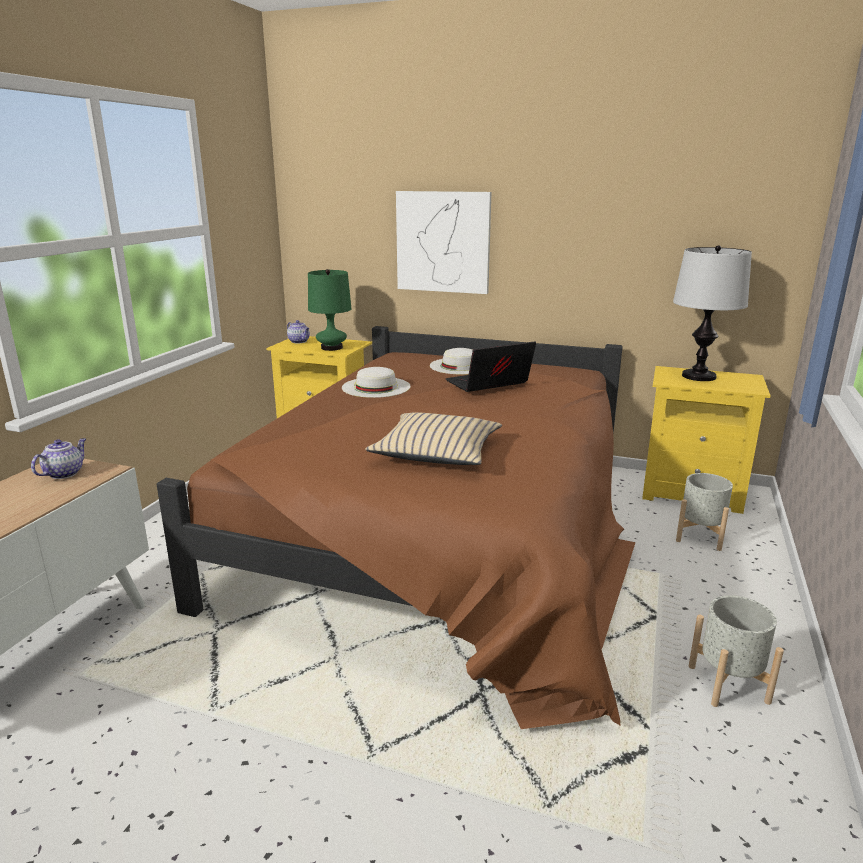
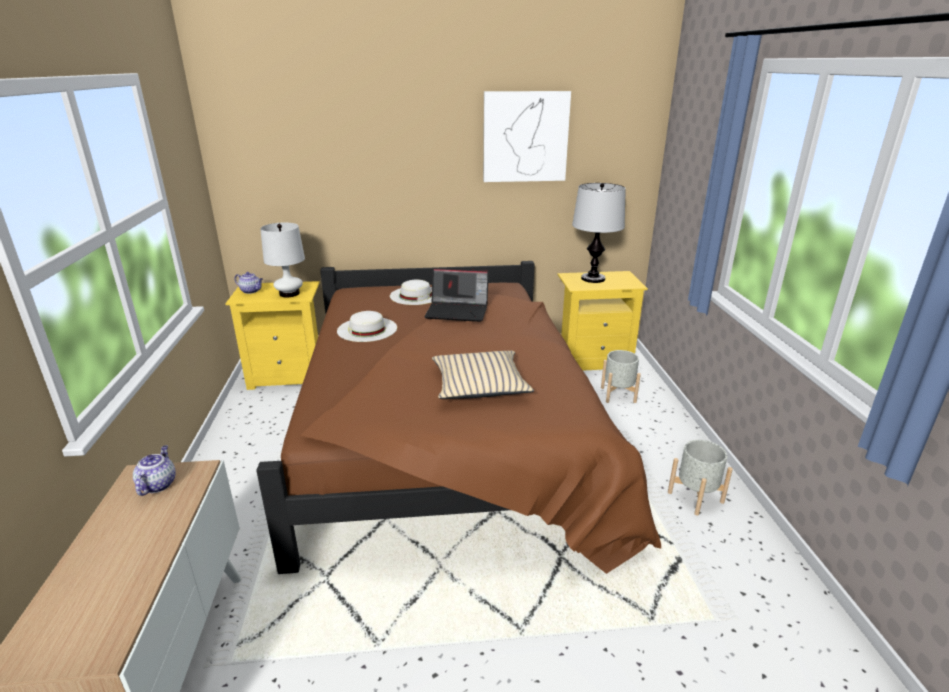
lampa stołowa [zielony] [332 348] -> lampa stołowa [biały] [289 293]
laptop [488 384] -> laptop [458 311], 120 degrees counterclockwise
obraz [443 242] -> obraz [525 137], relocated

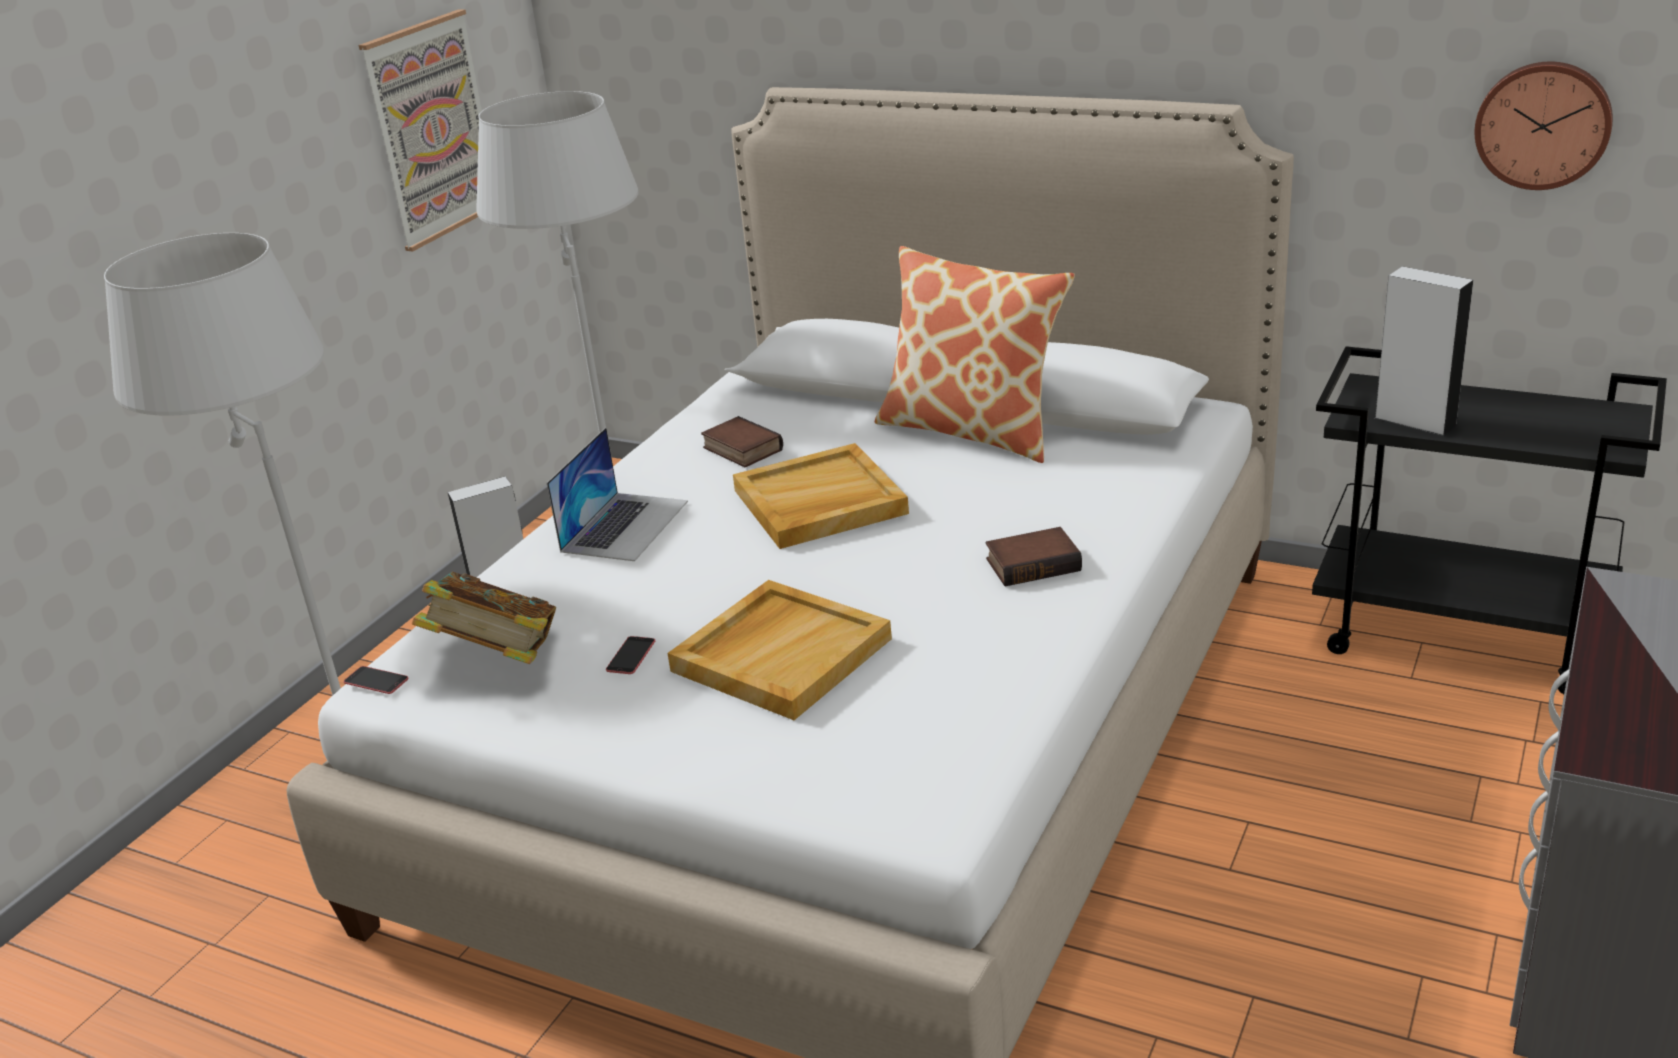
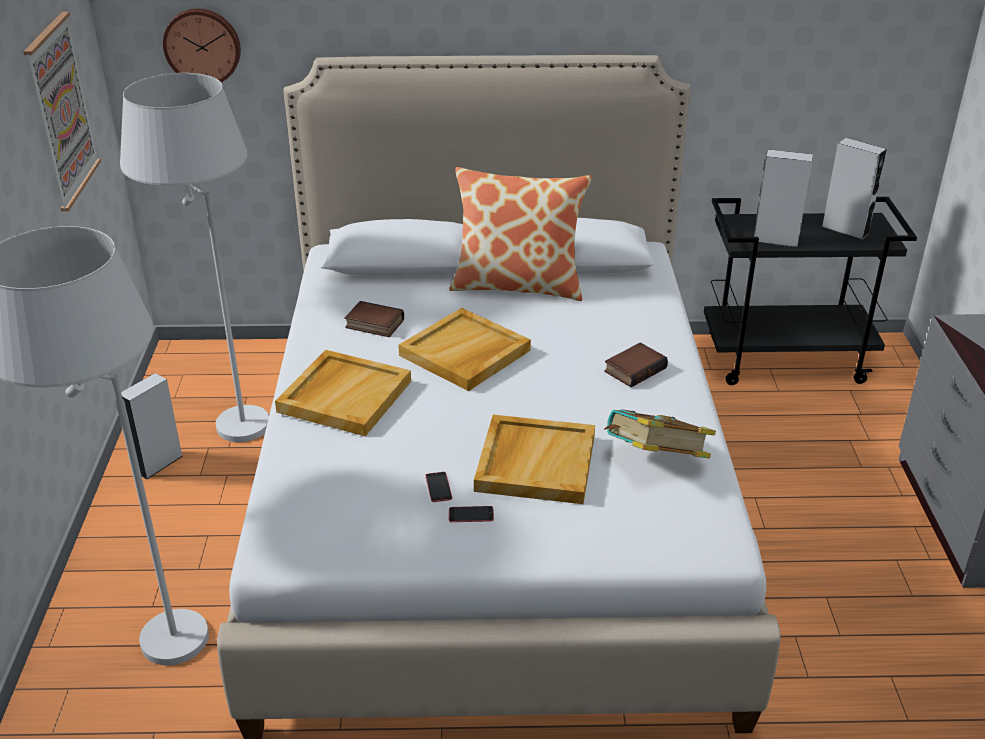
zegar ścienny [1543 124] -> zegar ścienny [202 46], relocated
laptop [625 526] -> taca [beżowy] [344 396]
telefon [376 681] -> telefon [471 514], relocated
książka [496 659] -> książka [655 462], relocated
none -> głośnik [szary] [845 230]

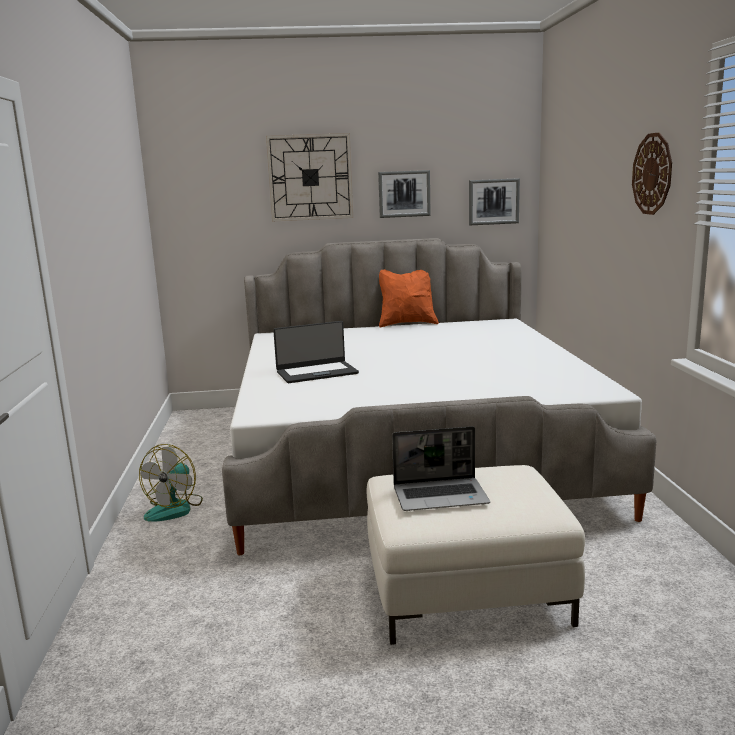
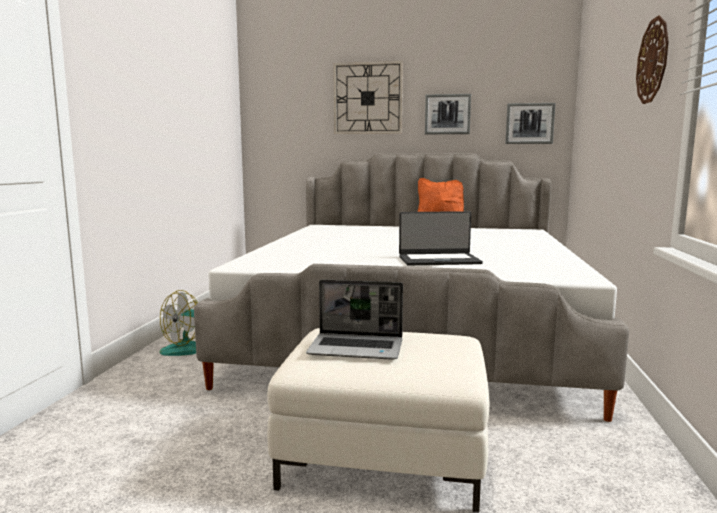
laptop [316 372] -> laptop [439 260], relocated

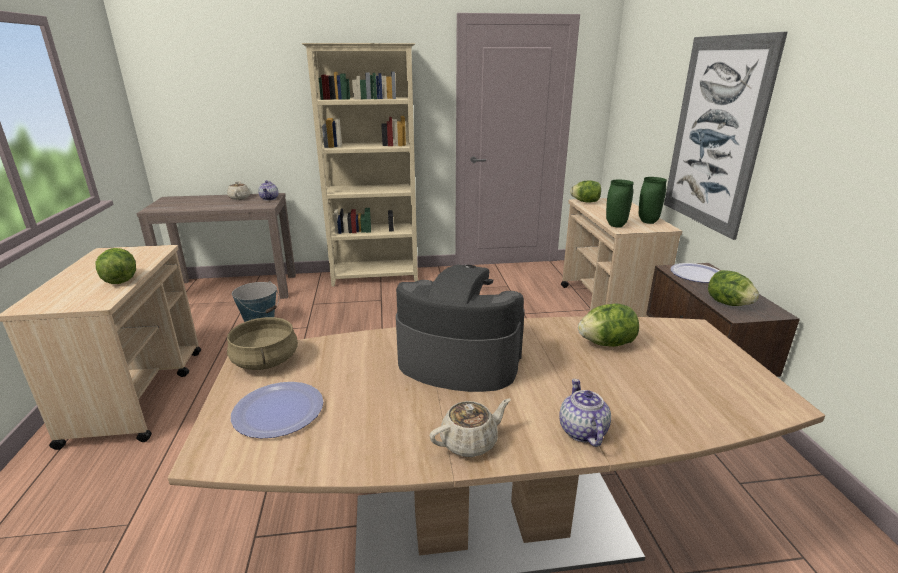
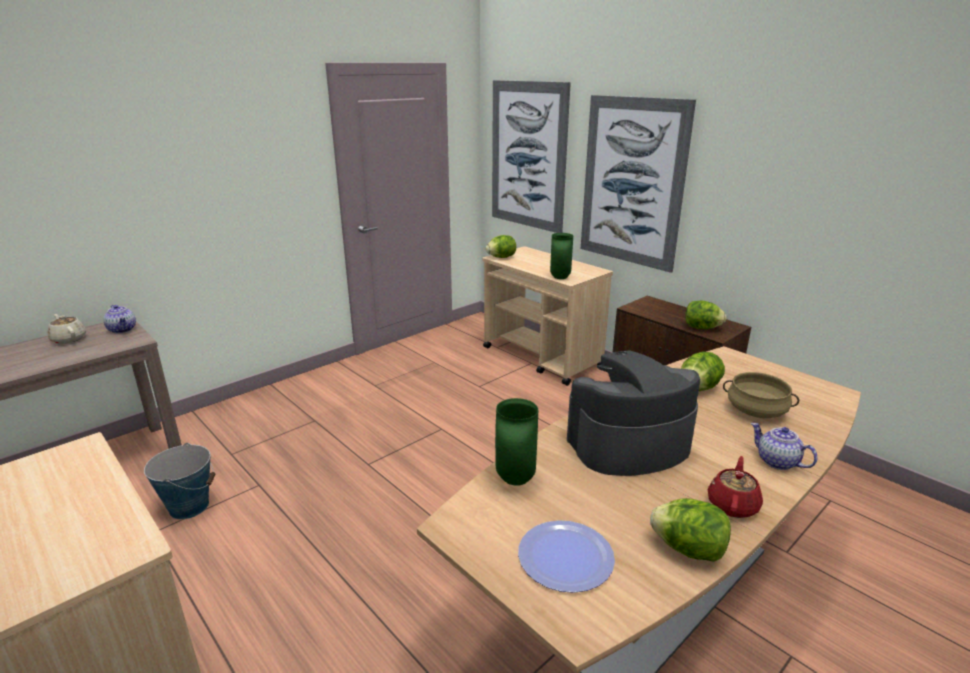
none -> obraz [528 156]
wazon [zielony] [647 222] -> wazon [zielony] [514 479], relocated
sałata [120 280] -> sałata [688 549], relocated
imbryk [beżowy] [470 442] -> imbryk [czerwony] [732 505]
garnek [beżowy] [265 361] -> garnek [beżowy] [756 411], relocated
regał [beżowy] [376 277] -> none
talerz [696 274] -> none

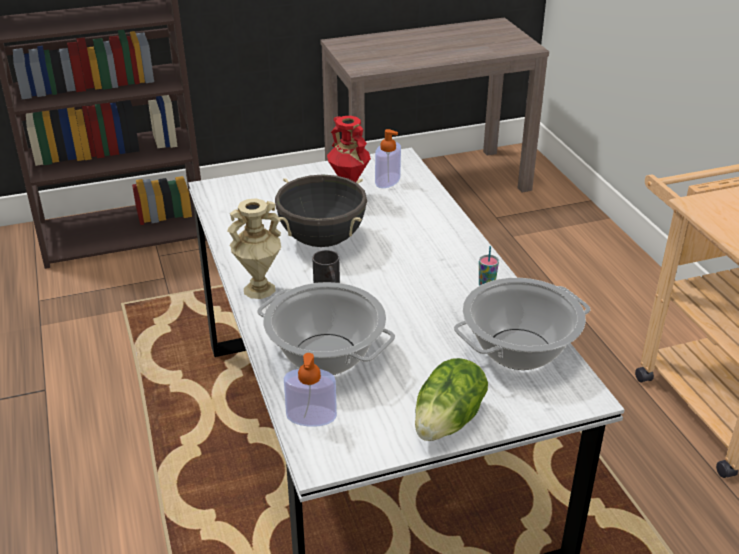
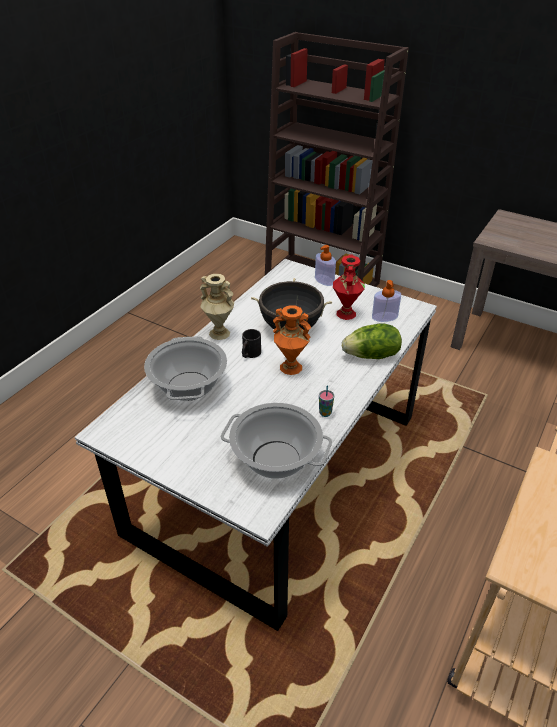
none -> wazon [pomarańczowy] [290 367]
dozownik mydła [311 416] -> dozownik mydła [324 280], relocated
sałata [449 421] -> sałata [372 356], relocated

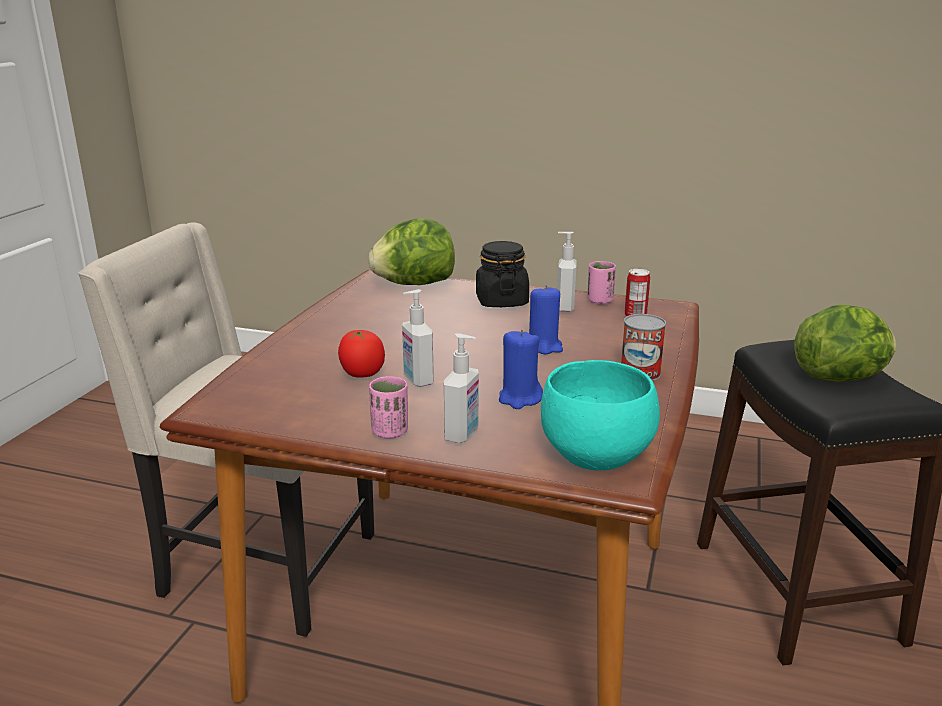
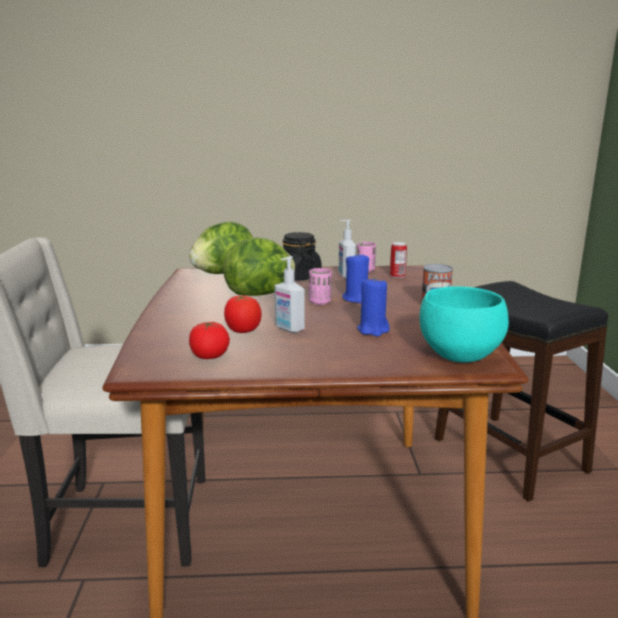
none -> pomidor [209 356]
sałata [840 378] -> sałata [261 294], relocated
filiżanka [różowy] [390 432] -> filiżanka [różowy] [320 302], relocated
dozownik mydła [462 434] -> none

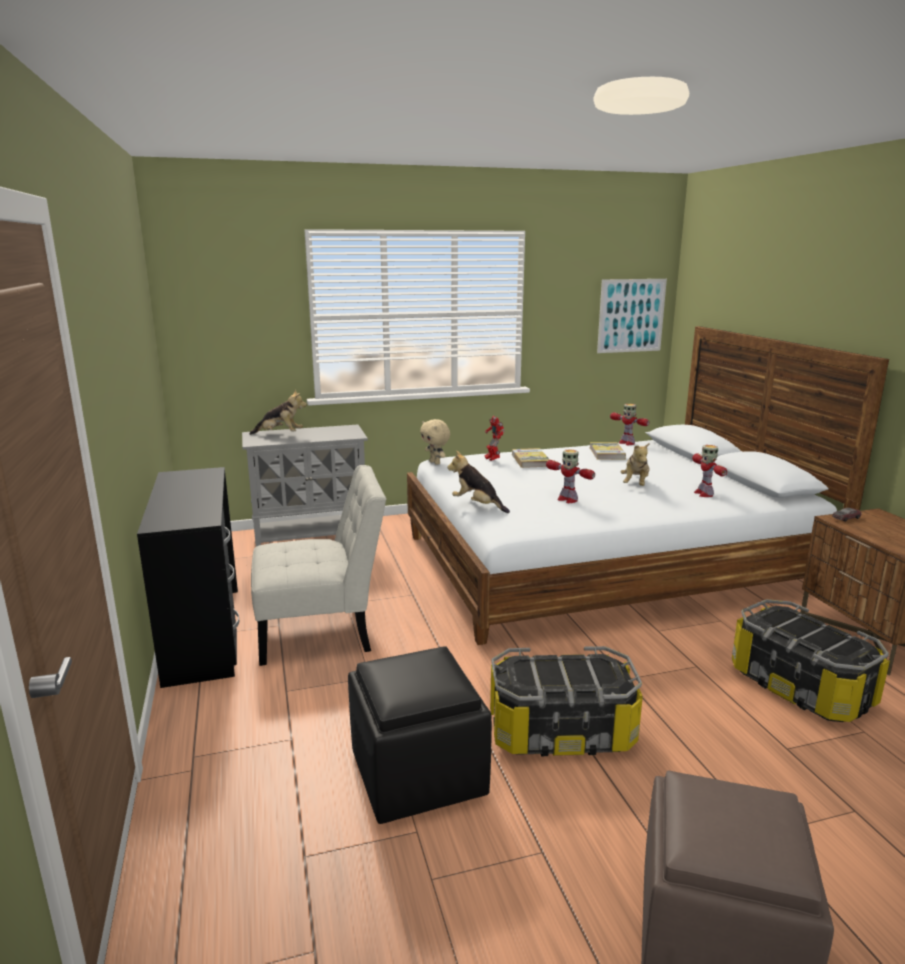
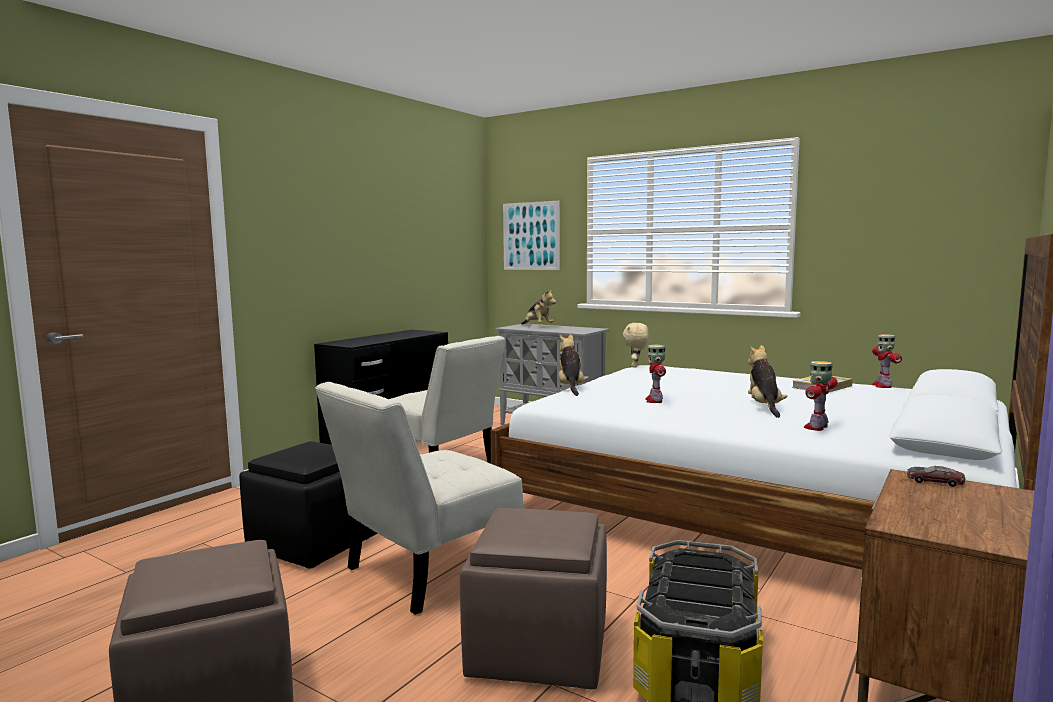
pojemnik do przechowywania [561 733] -> krzesło [biały] [425 572]
none -> pufa [brązowy] [537 650]
obraz [631 315] -> obraz [531 236], relocated
pluszak [635 484] -> pluszak [764 407], 120 degrees clockwise
robot zabawkowy [492 460] -> none
książka [530 460] -> none

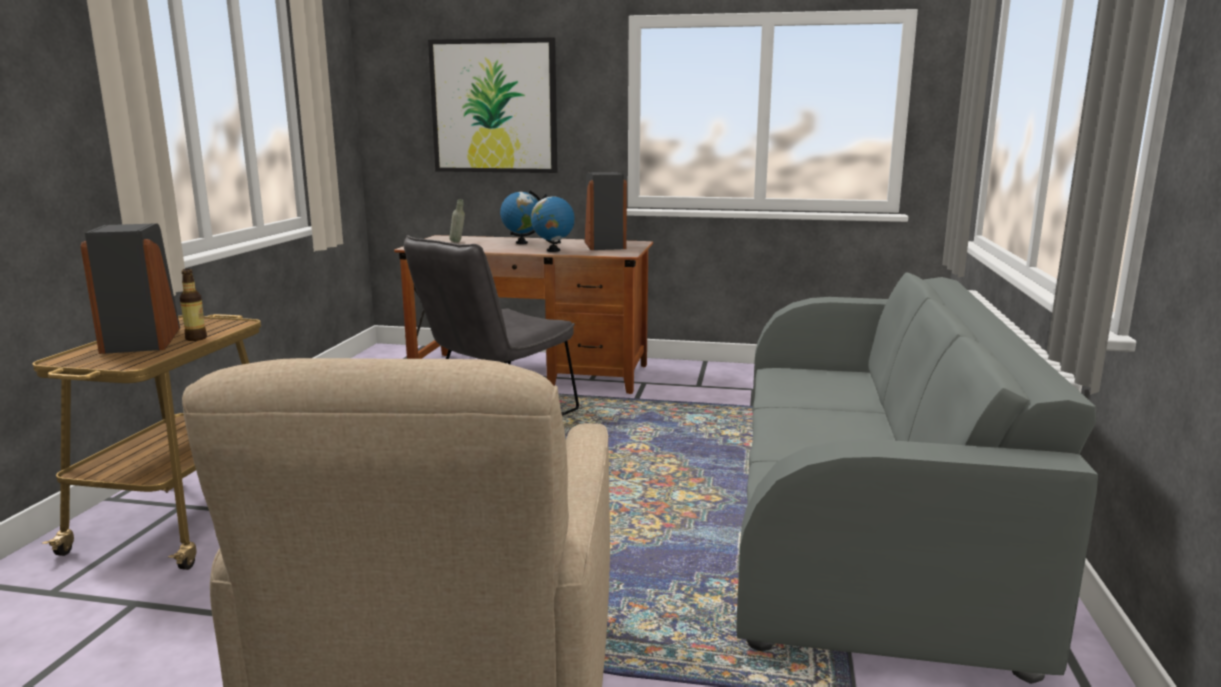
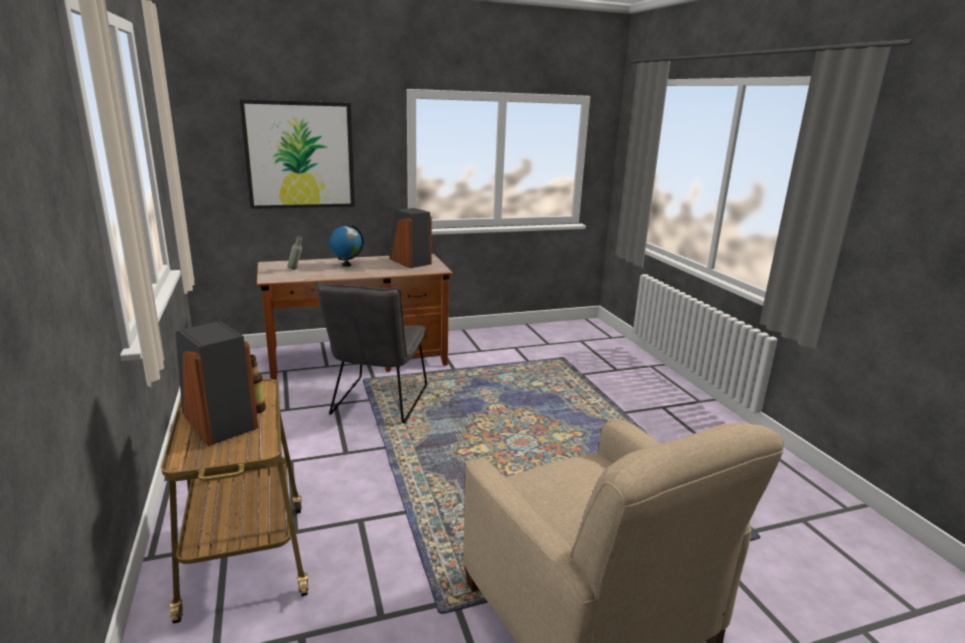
globus [553 250] -> none
kanapa [szary] [862 512] -> none

